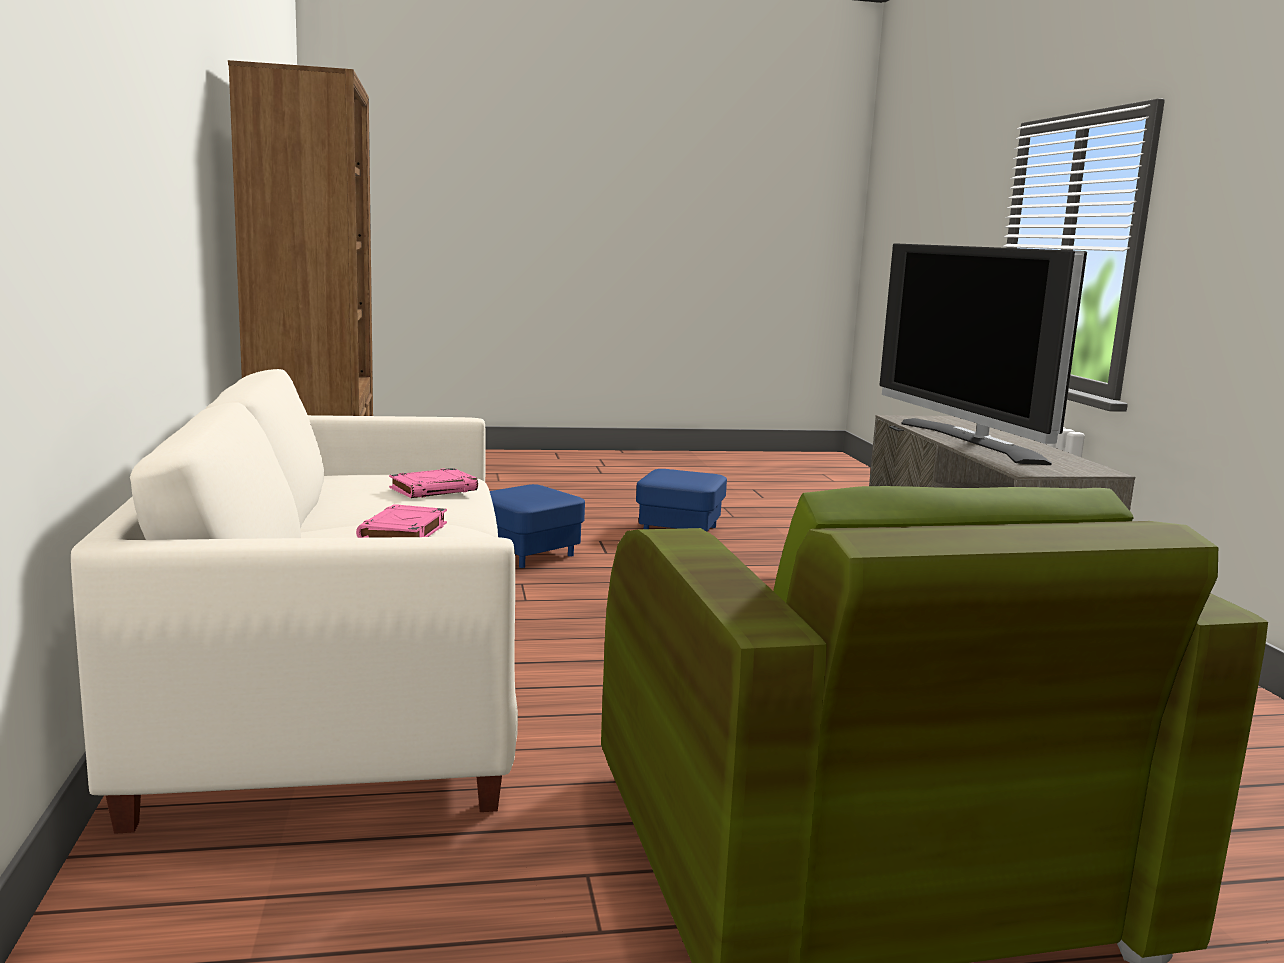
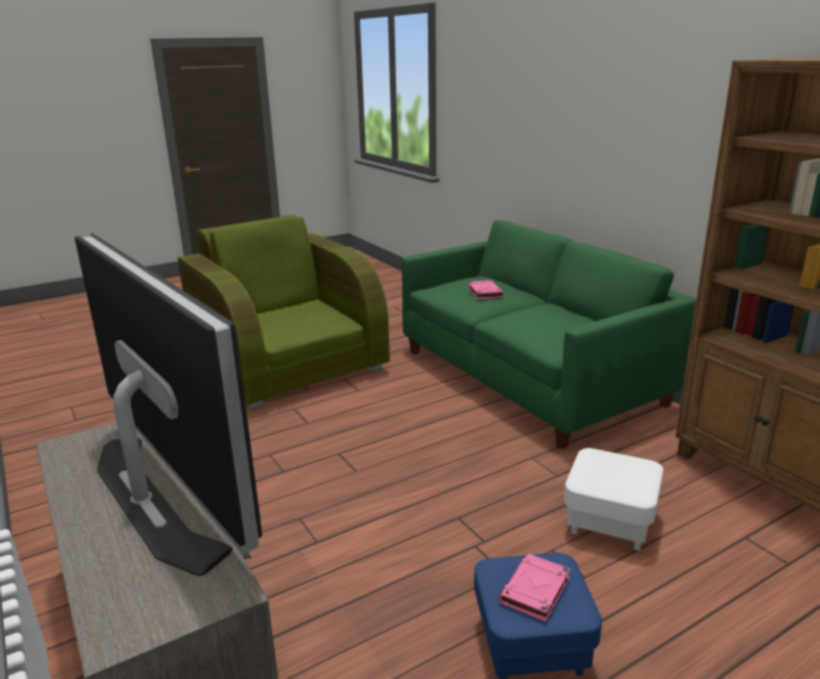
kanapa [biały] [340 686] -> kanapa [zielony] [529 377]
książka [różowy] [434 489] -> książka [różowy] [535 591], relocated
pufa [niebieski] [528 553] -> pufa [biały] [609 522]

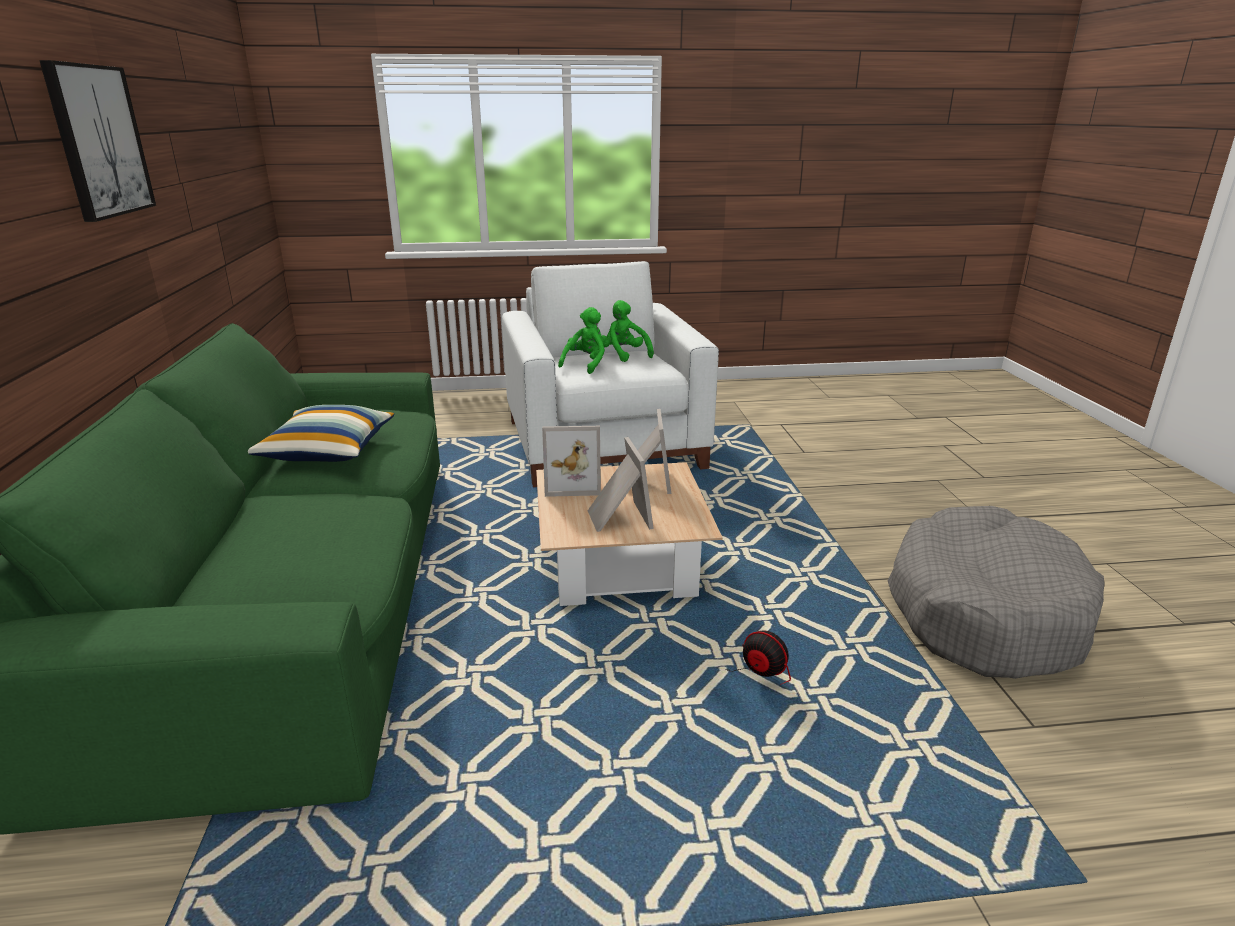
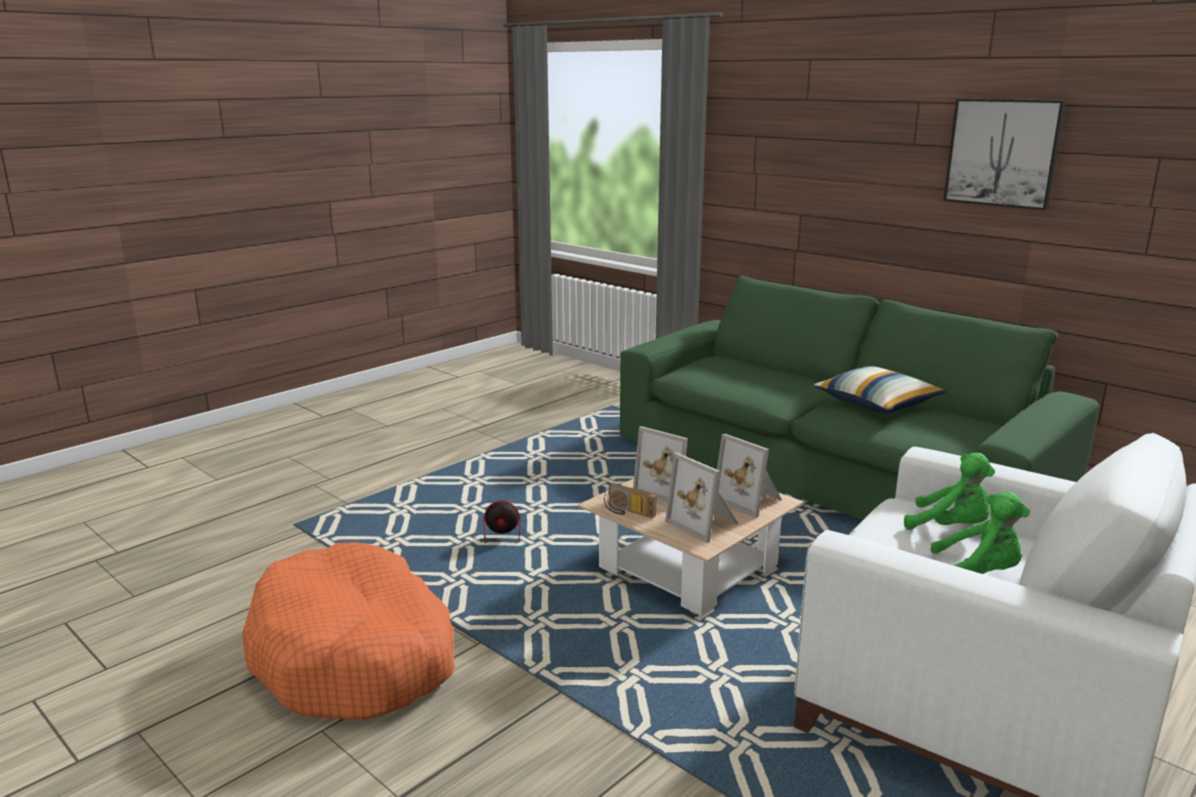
legowisko [szary] [984 612] -> legowisko [pomarańczowy] [355 655]
none -> radio [627 512]
ramka na zdjęcie [573 484] -> ramka na zdjęcie [750 500], 90 degrees counterclockwise
pluszak [zielony] [586 364] -> pluszak [zielony] [951 527], 45 degrees counterclockwise

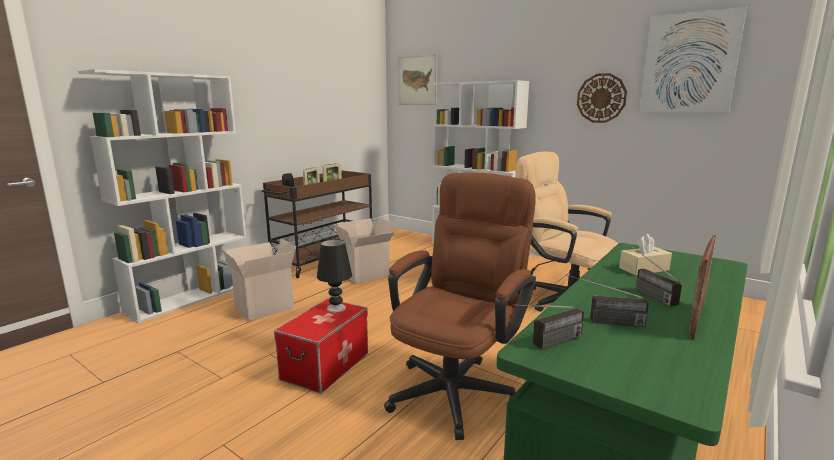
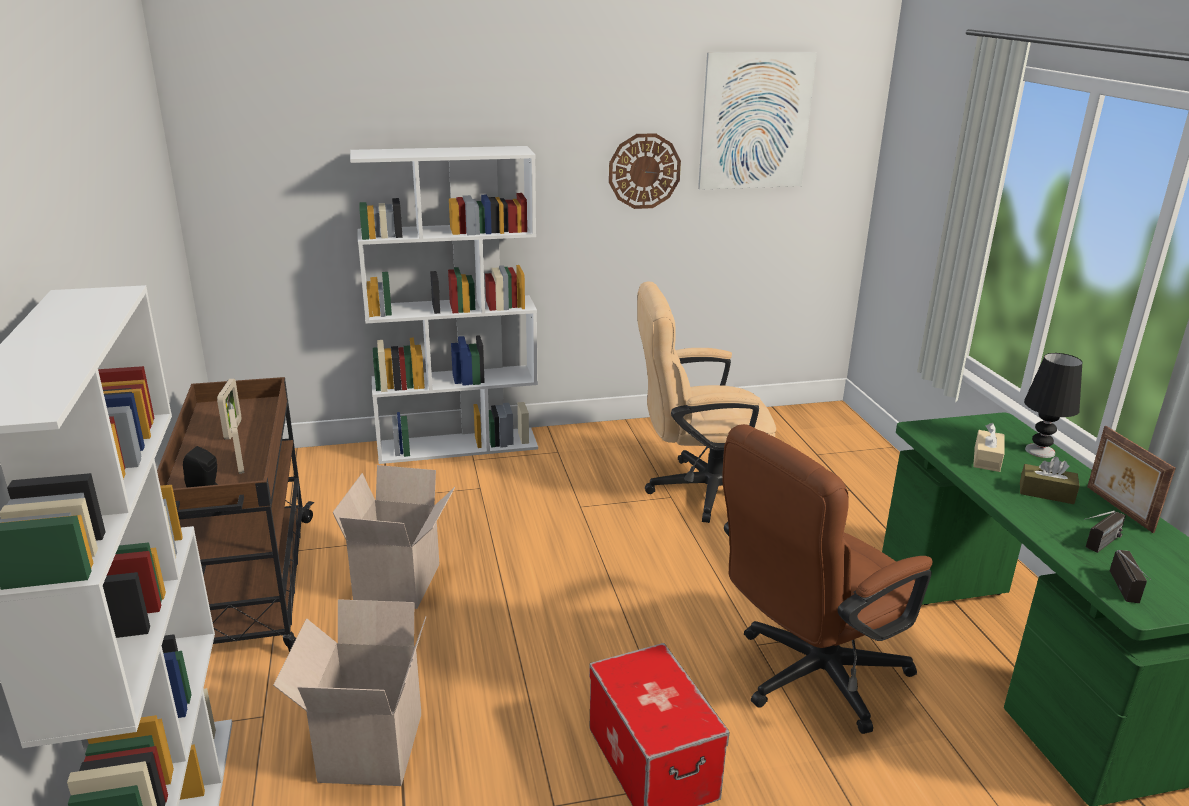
krzesło biurowe [brązowy] [457 386] -> krzesło biurowe [brązowy] [808 678], 105 degrees counterclockwise
radio [645 292] -> pudełko chusteczek [brązowy] [1046 493]
lampa stołowa [czarny] [336 308] -> lampa stołowa [czarny] [1039 451], relocated
obraz [417 80] -> none

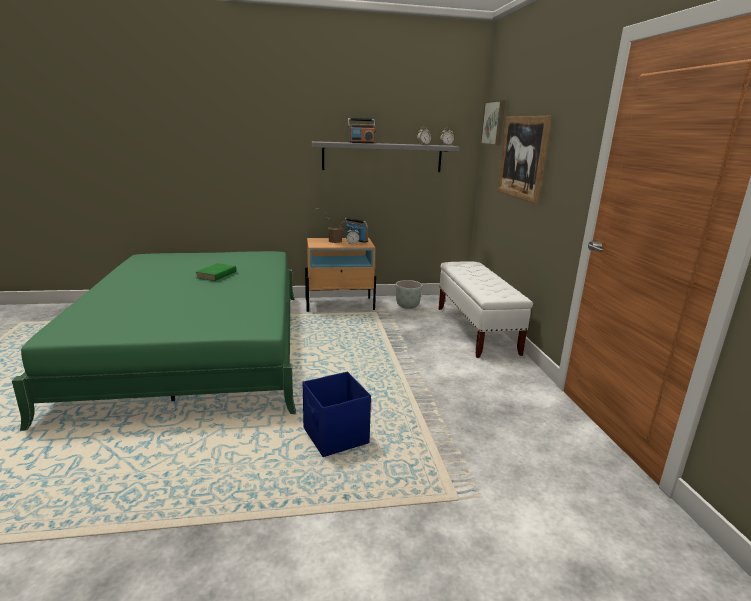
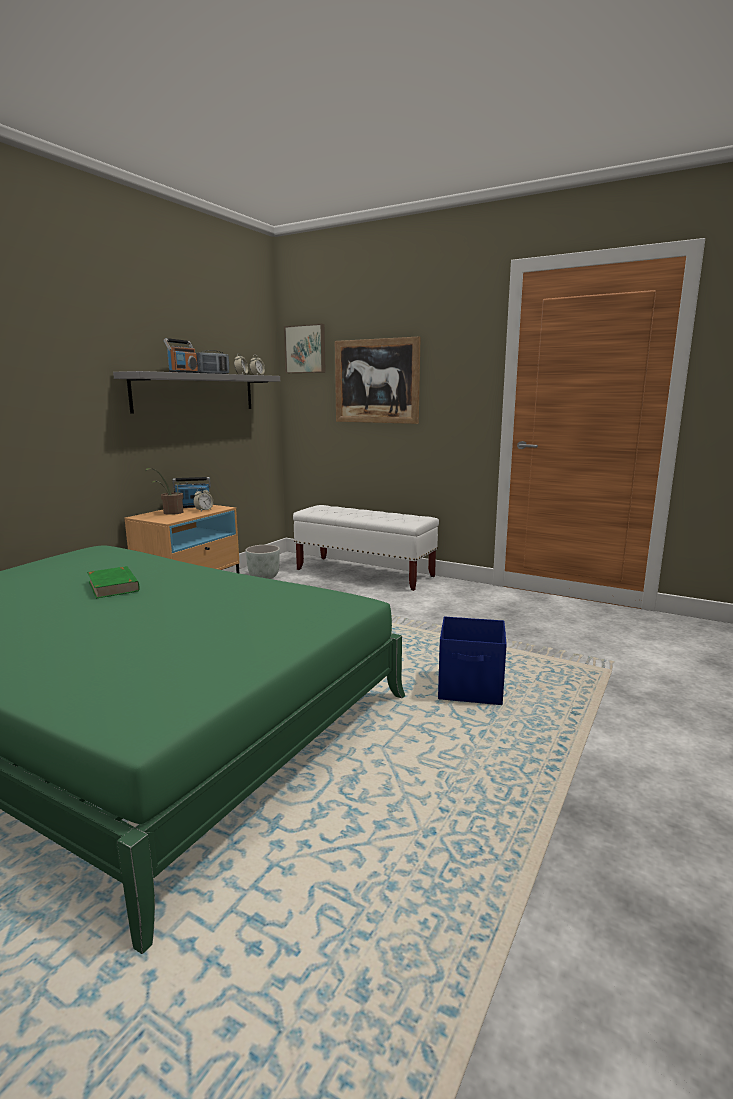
none -> radio [213 373]

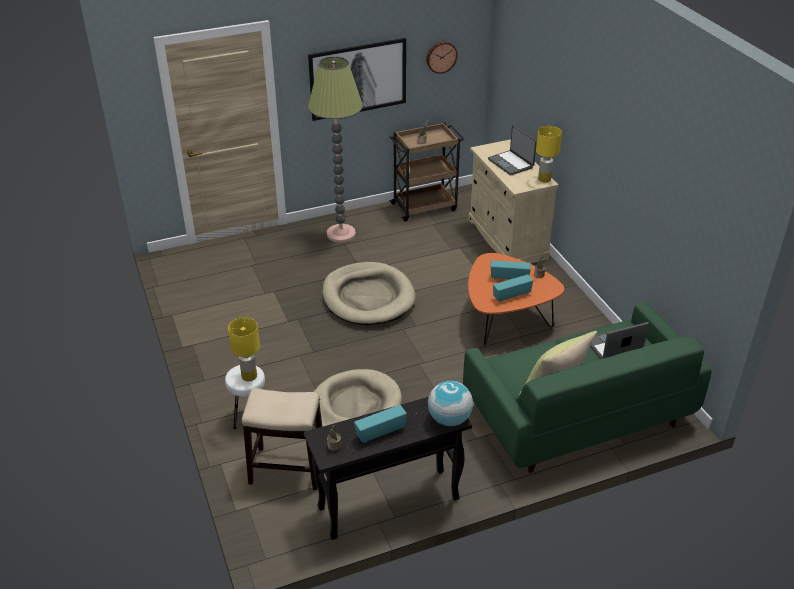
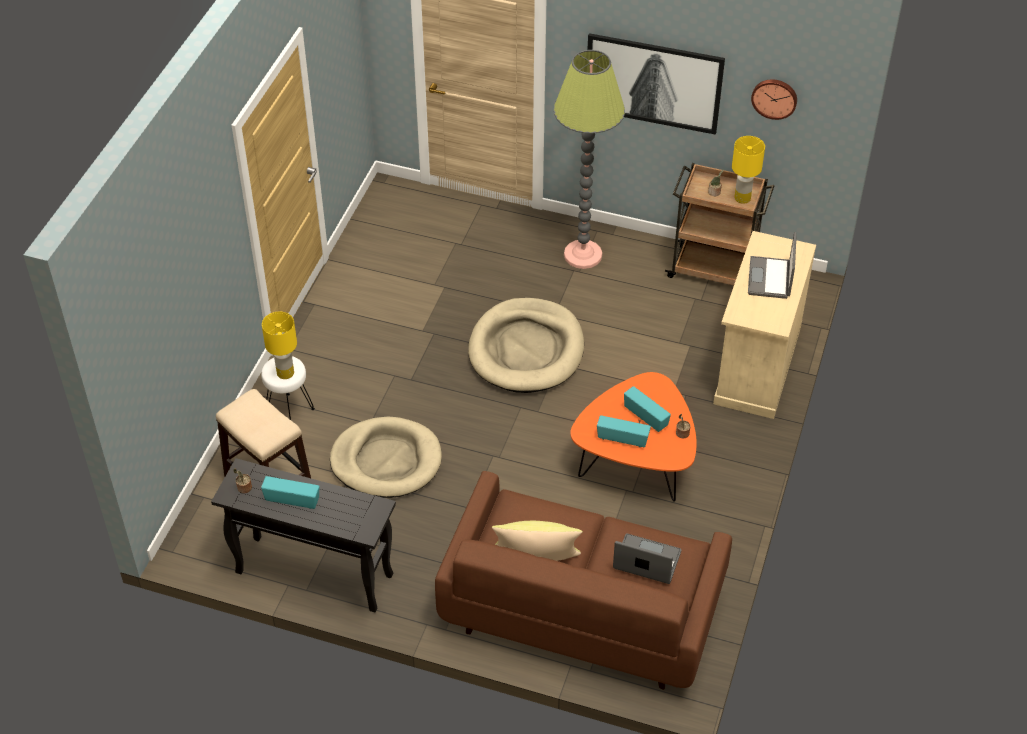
kanapa [zielony] [577 414] -> kanapa [brązowy] [581 609]
lampa stołowa [żółty] [544 179] -> lampa stołowa [żółty] [742 198], relocated
globus [449 419] -> none

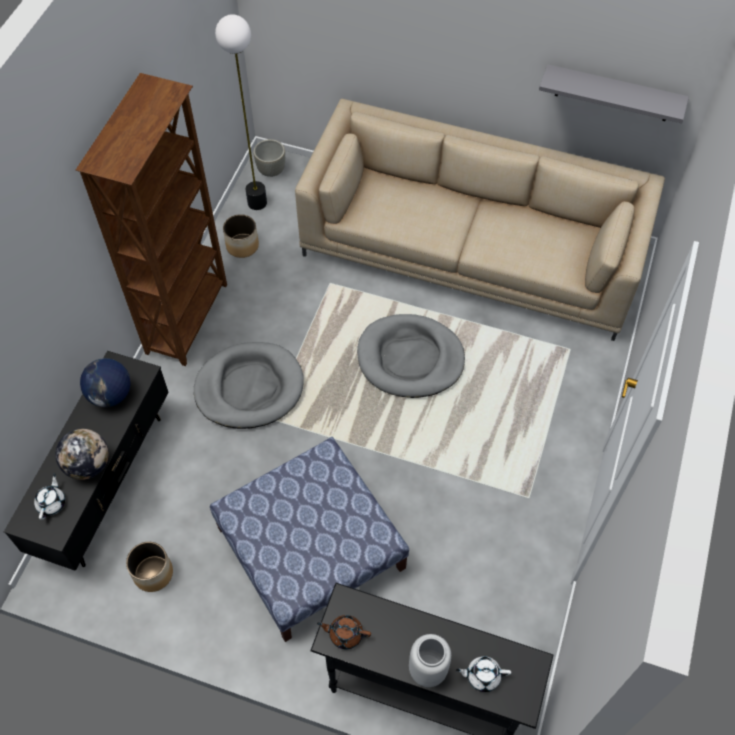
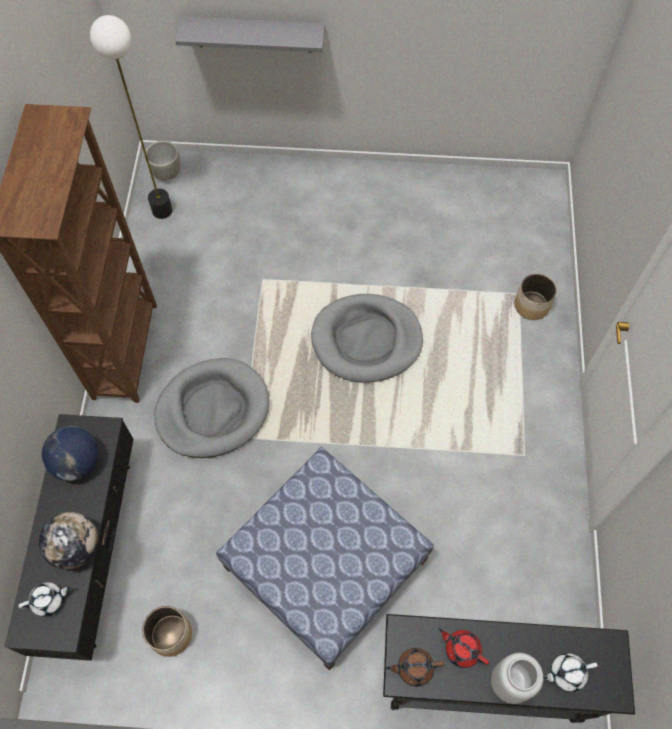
imbryk [biały] [52 503] -> imbryk [biały] [49 600], 75 degrees clockwise
półka [szary] [613 93] -> półka [szary] [254 34], relocated
none -> imbryk [czerwony] [461 649]
donica [243 246] -> donica [532 305], relocated
kanapa [beżowy] [471 251] -> none

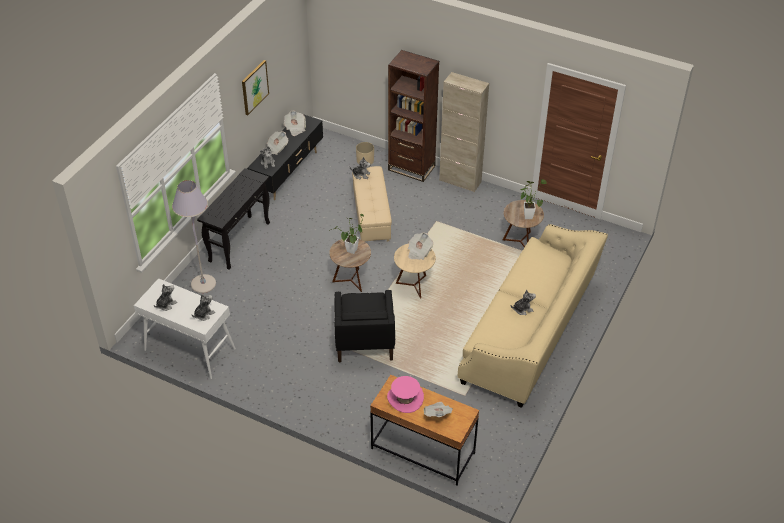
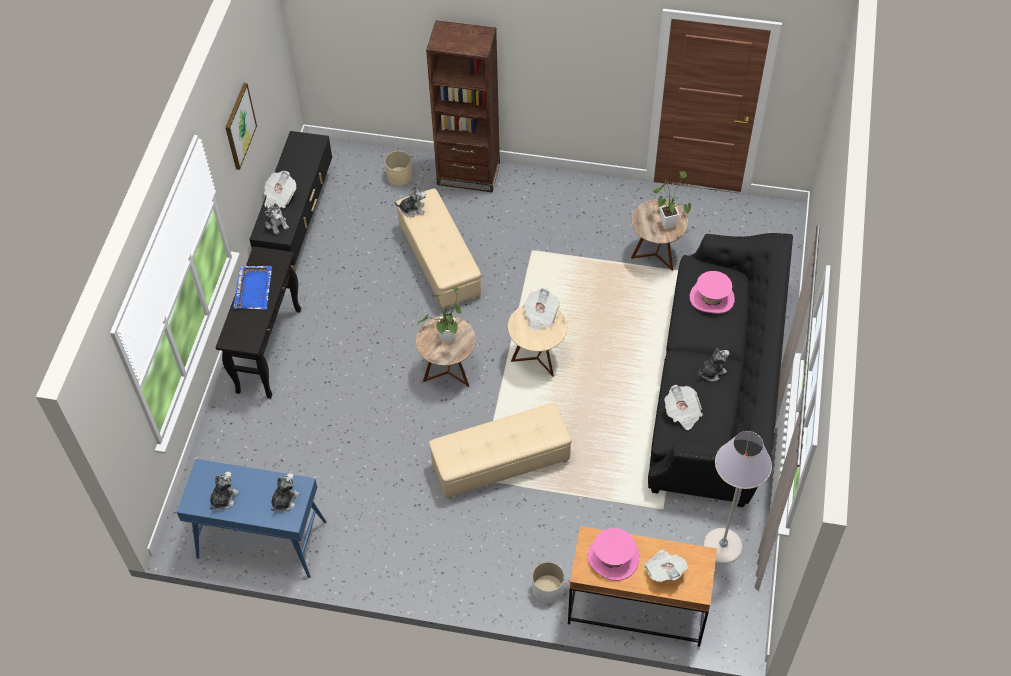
stolik konsolowy [biały] [189 349] -> stolik konsolowy [niebieski] [261 540]
none -> taca [niebieski] [253 288]
fotel [czarny] [364 342] -> pufa [beżowy] [500 463]
none -> donica [biały] [548 588]
kanapa [beżowy] [530 332] -> kanapa [czarny] [715 390]
gazeta [295 128] -> gazeta [682 413], relocated
none -> kapelusz [różowy] [712 298]
lampa stojąca [szary] [203 284] -> lampa stojąca [szary] [722 546], relocated
szafka [beżowy] [460 181] -> none

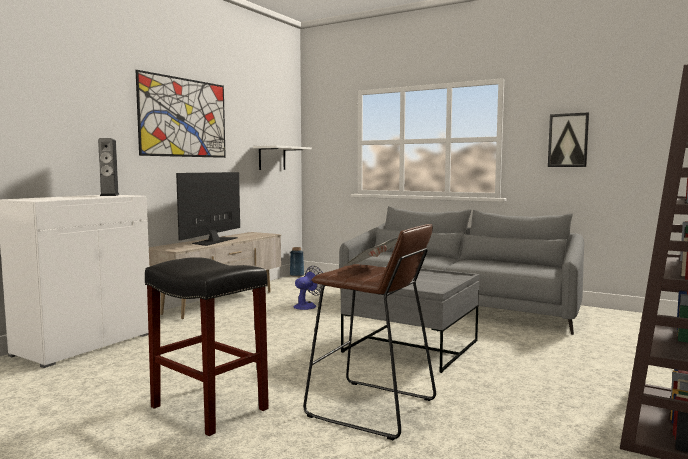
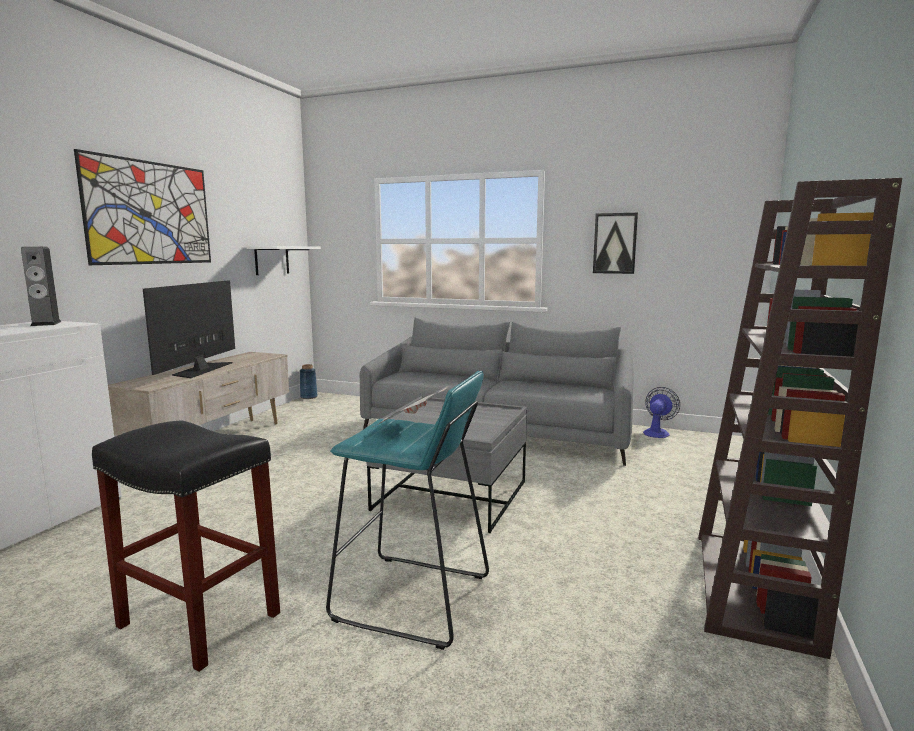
stołek [brązowy] [371 409] -> stołek [turkusowy] [412 599]
wentylator [308 306] -> wentylator [657 432], relocated

